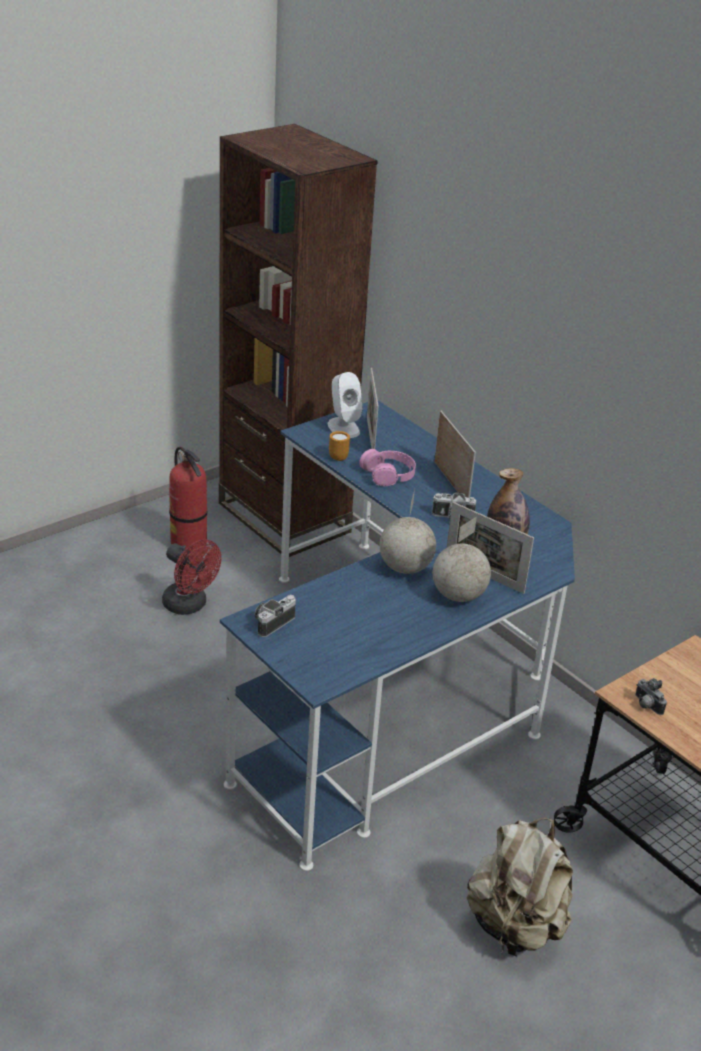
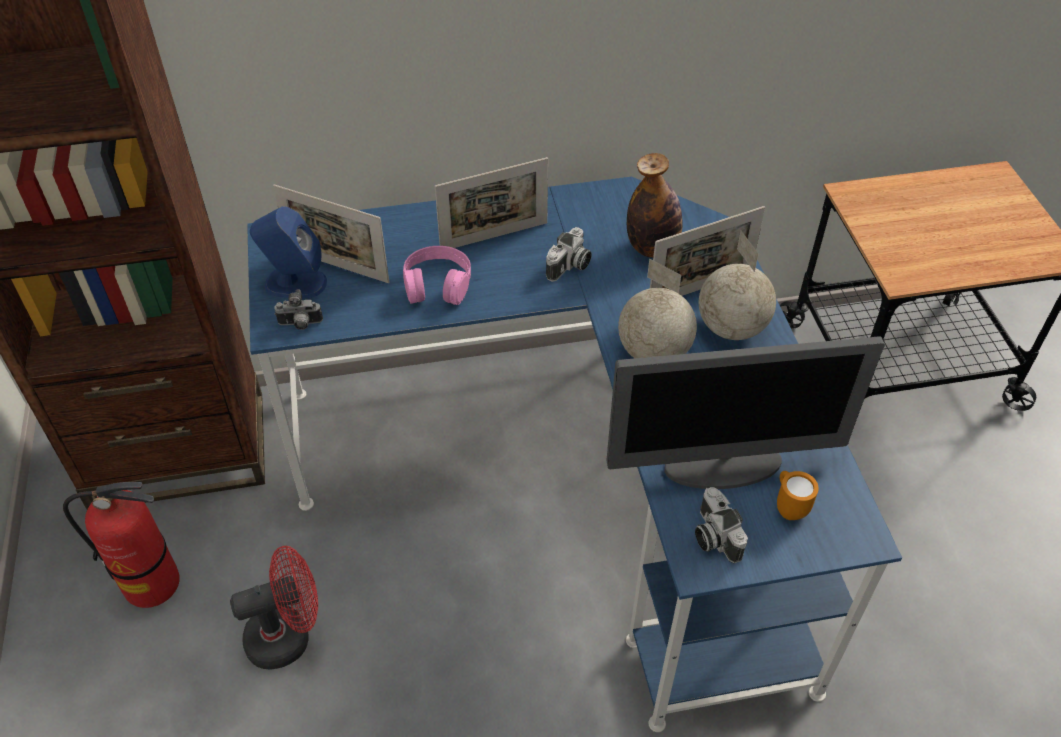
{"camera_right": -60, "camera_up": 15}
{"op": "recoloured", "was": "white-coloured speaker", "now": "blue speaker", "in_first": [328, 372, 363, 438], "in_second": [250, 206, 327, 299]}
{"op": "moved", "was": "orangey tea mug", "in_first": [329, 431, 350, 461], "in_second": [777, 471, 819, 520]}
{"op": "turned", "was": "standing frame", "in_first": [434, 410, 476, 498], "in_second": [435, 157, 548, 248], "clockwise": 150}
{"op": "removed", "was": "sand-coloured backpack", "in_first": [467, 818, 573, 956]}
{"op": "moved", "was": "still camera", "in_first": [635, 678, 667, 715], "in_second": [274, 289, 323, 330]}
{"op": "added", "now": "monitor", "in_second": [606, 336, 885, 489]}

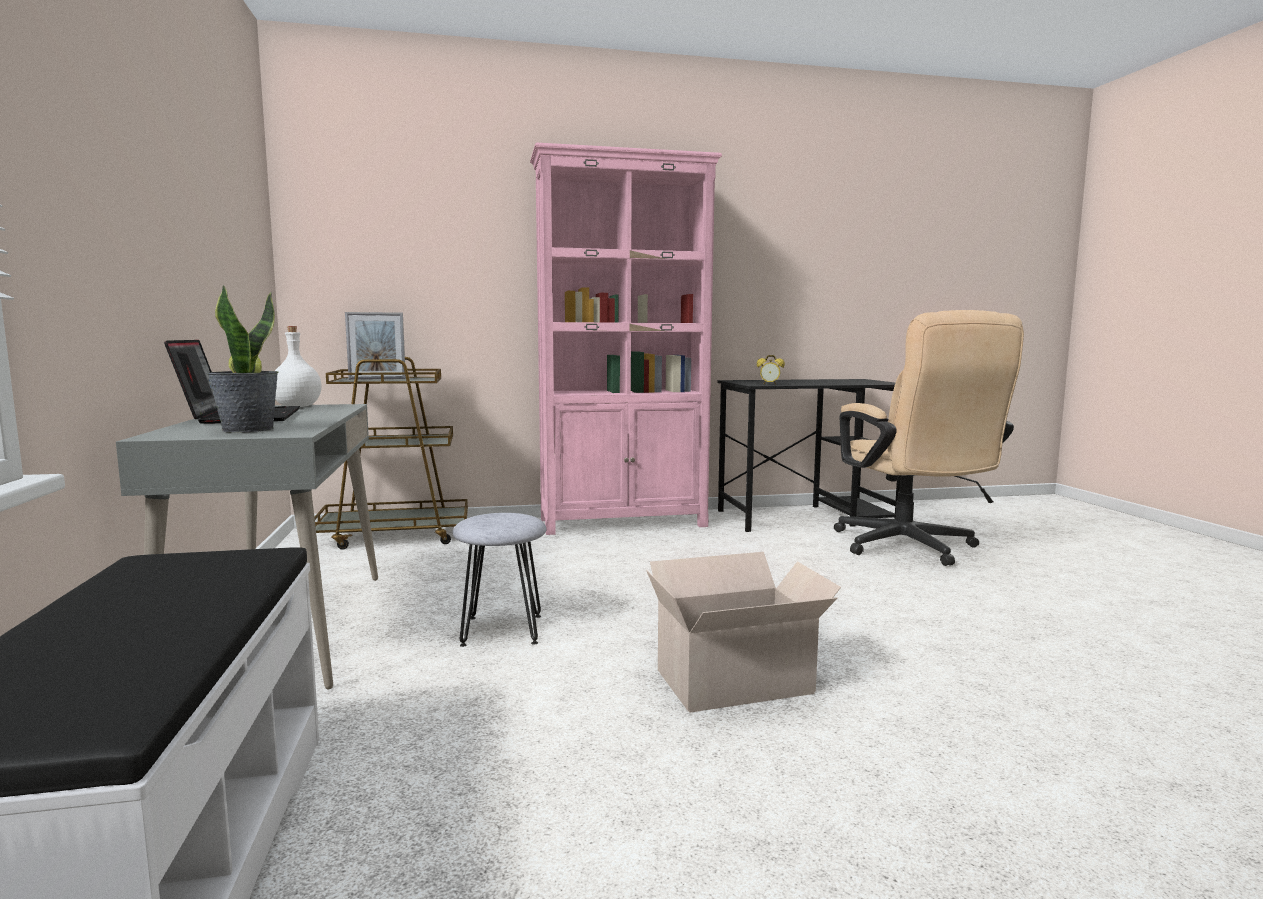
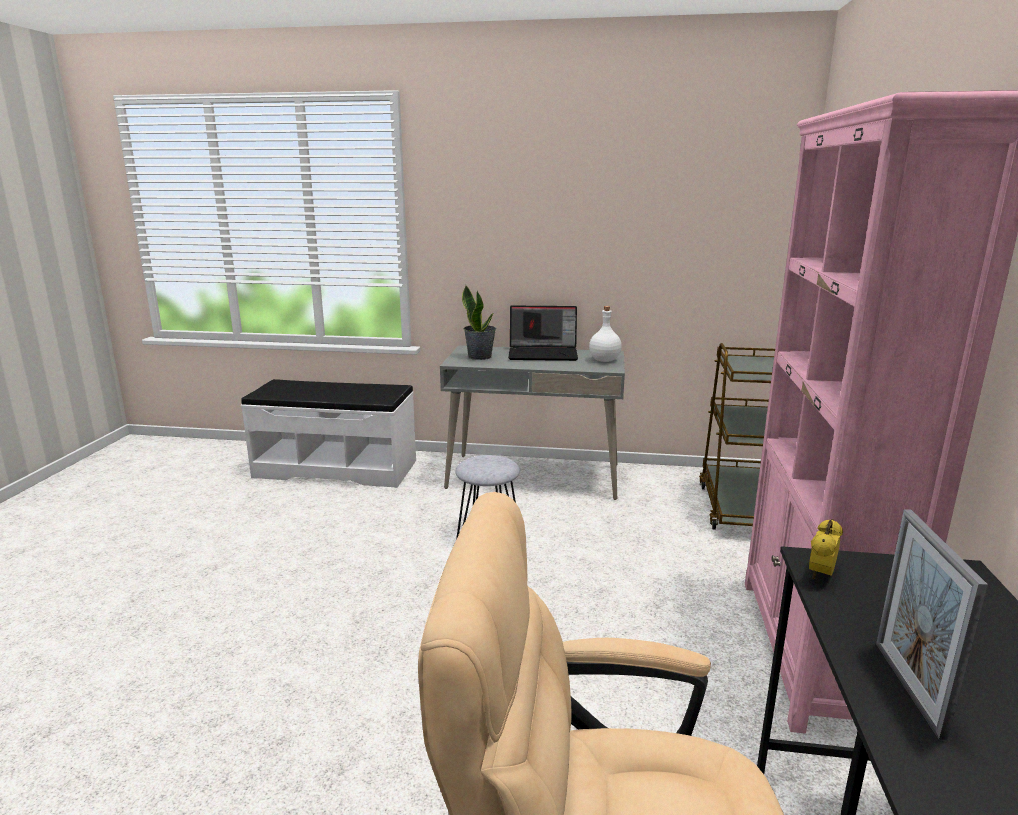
{"camera_right": 110, "camera_up": 10}
{"op": "moved", "was": "standing frame", "in_first": [345, 312, 406, 380], "in_second": [876, 509, 988, 740]}
{"op": "removed", "was": "packing box", "in_first": [646, 552, 841, 713]}

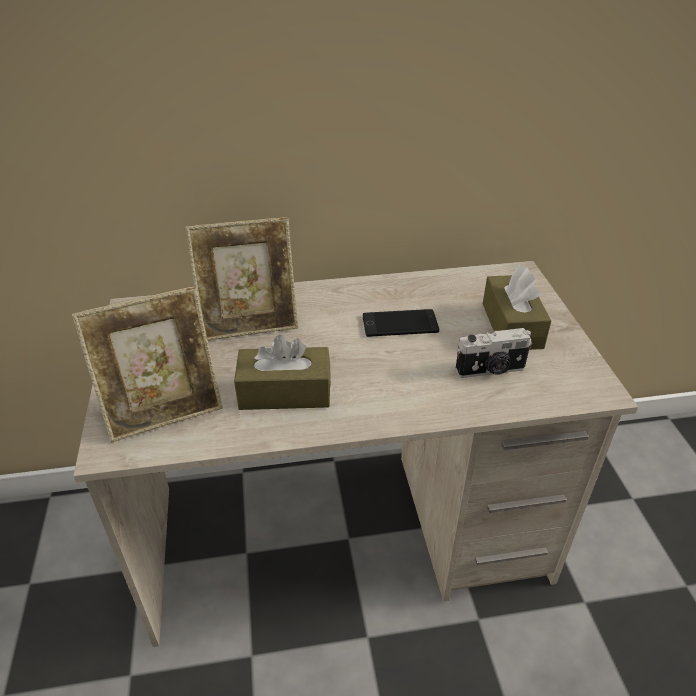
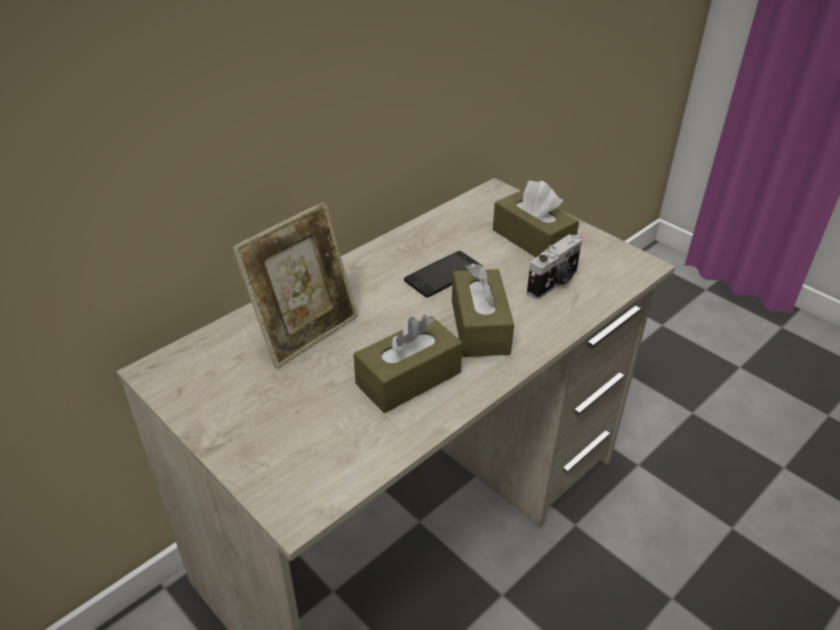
{"camera_right": -35, "camera_up": 0}
{"op": "removed", "was": "standing frame", "in_first": [72, 286, 223, 443]}
{"op": "added", "now": "brown-coloured box of tissues", "in_second": [452, 263, 514, 357]}

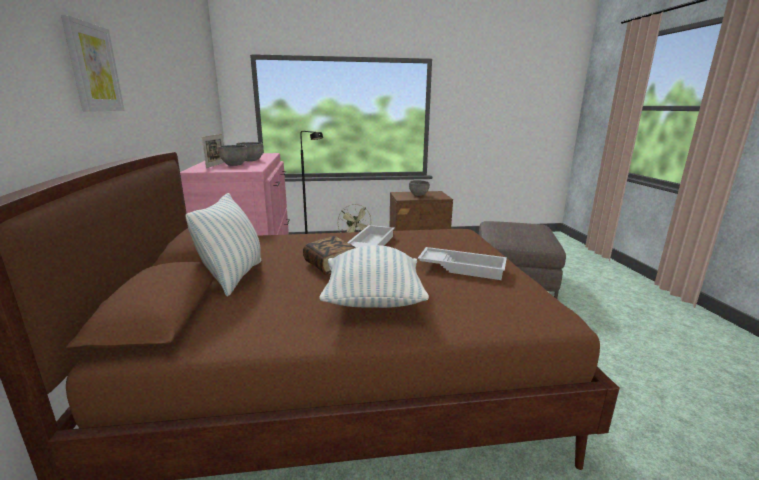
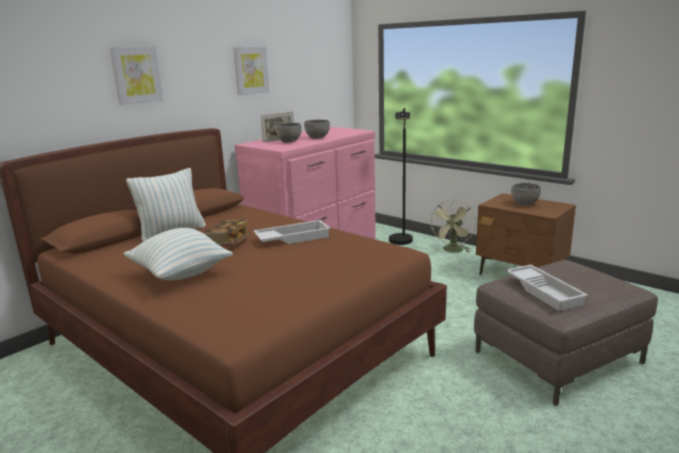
{"camera_right": 50, "camera_up": 0}
{"op": "moved", "was": "white-coloured serving tray", "in_first": [418, 247, 507, 280], "in_second": [505, 265, 588, 311]}
{"op": "added", "now": "wall picture", "in_second": [233, 46, 270, 95]}

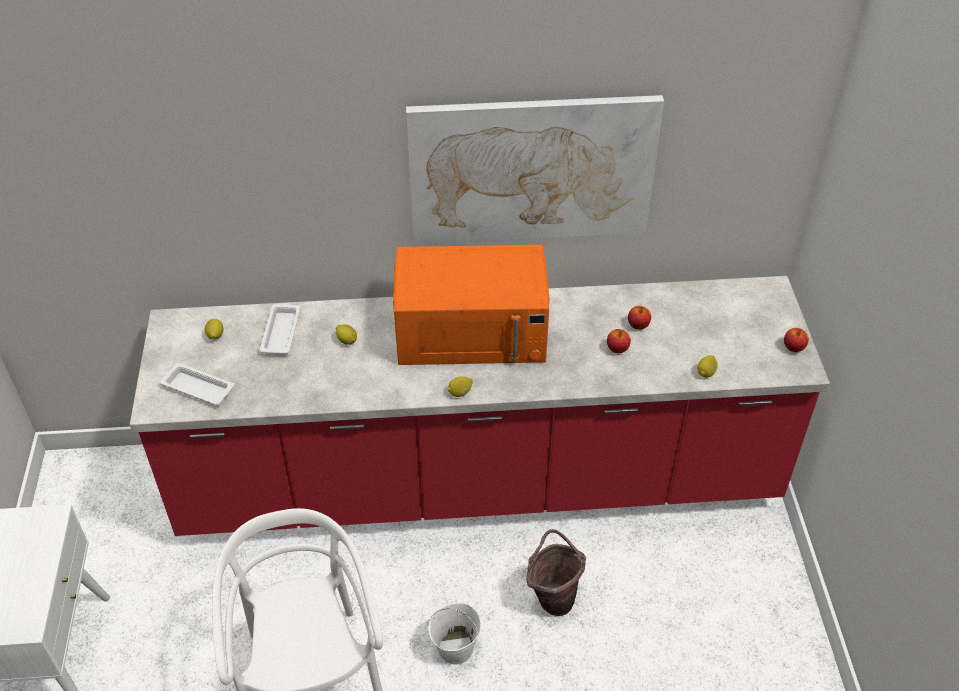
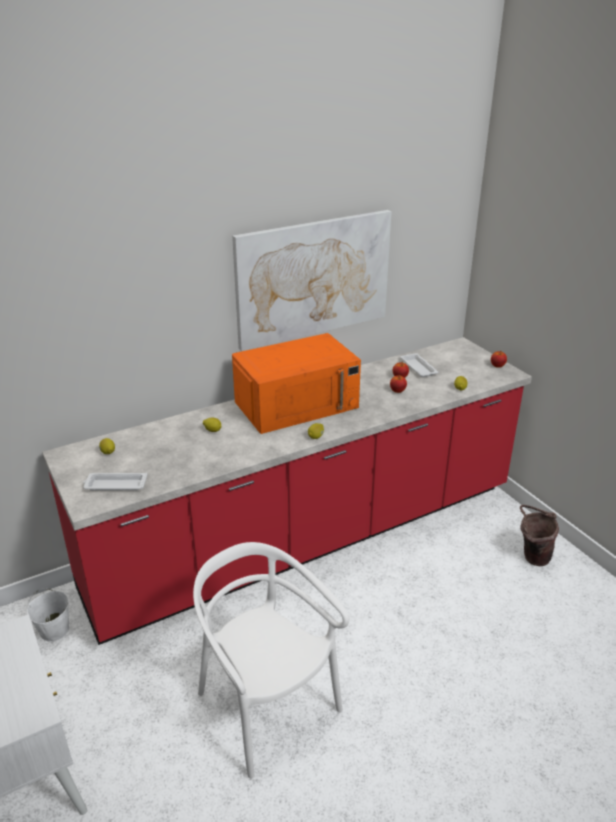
{"camera_right": -25, "camera_up": -15}
{"op": "moved", "was": "white-coloured serving tray", "in_first": [259, 303, 300, 354], "in_second": [400, 353, 439, 377]}
{"op": "moved", "was": "white-coloured bucket", "in_first": [428, 603, 481, 665], "in_second": [27, 588, 69, 642]}
{"op": "moved", "was": "brown-coloured bucket", "in_first": [526, 529, 586, 616], "in_second": [520, 505, 559, 566]}

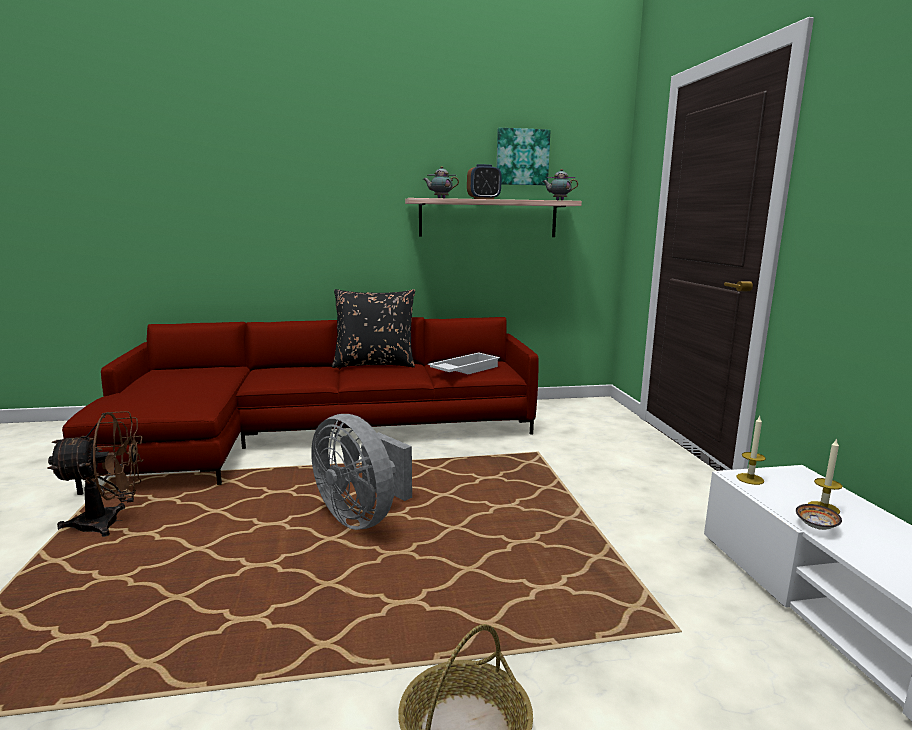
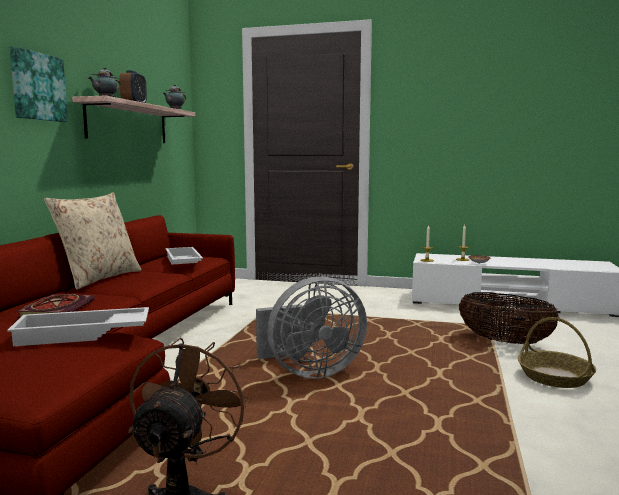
{"camera_right": -65, "camera_up": -5}
{"op": "recoloured", "was": "black-coloured pillow", "now": "sand-coloured pillow", "in_first": [332, 289, 415, 368], "in_second": [44, 192, 142, 290]}
{"op": "moved", "was": "wall picture", "in_first": [497, 128, 551, 185], "in_second": [10, 47, 68, 122]}
{"op": "added", "now": "white-coloured serving tray", "in_second": [7, 307, 149, 346]}
{"op": "added", "now": "bound book", "in_second": [16, 294, 95, 318]}
{"op": "added", "now": "storage basket", "in_second": [459, 292, 560, 344]}

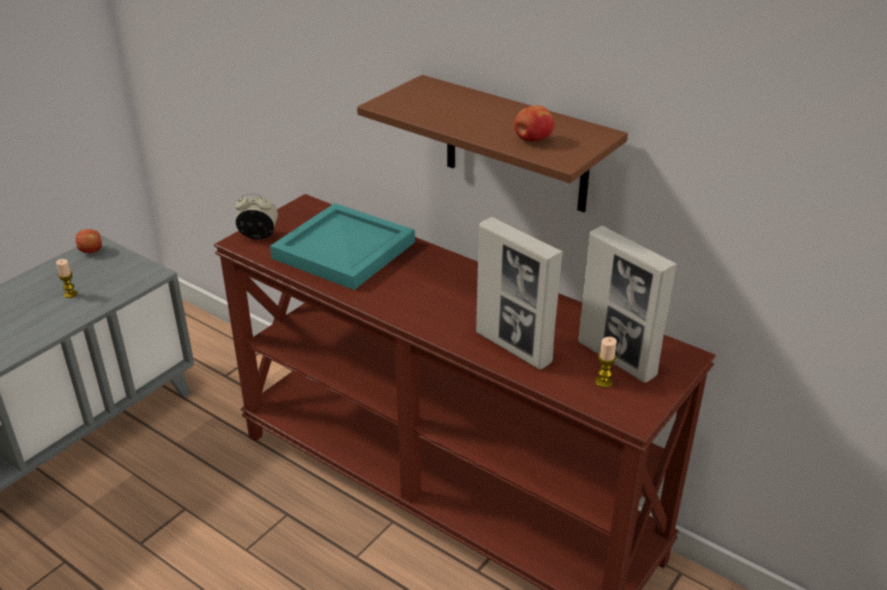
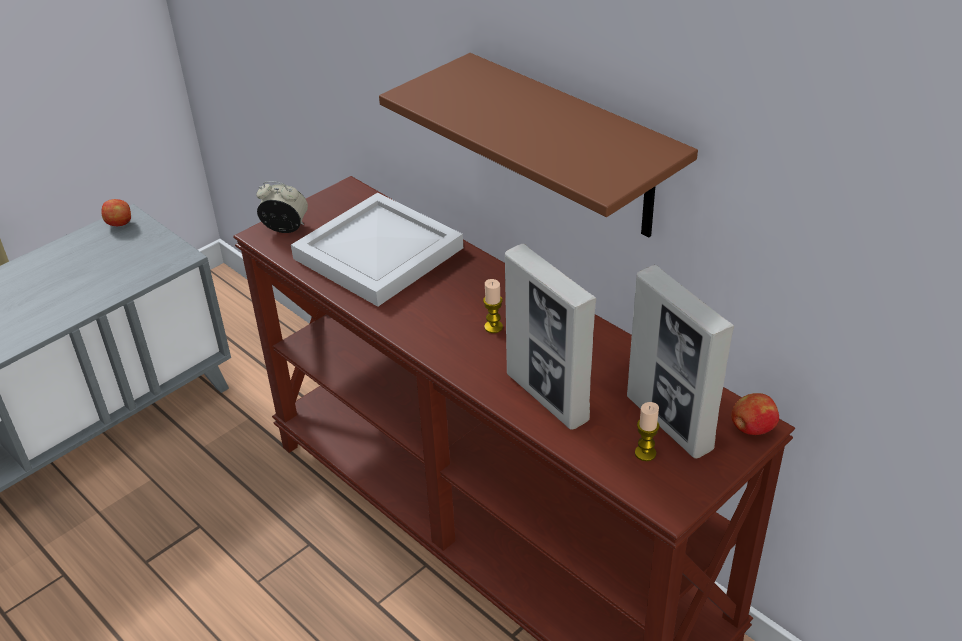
{"camera_right": 10, "camera_up": 5}
{"op": "moved", "was": "wax light", "in_first": [56, 259, 78, 298], "in_second": [483, 279, 503, 333]}
{"op": "recoloured", "was": "blue-green serving tray", "now": "white-coloured serving tray", "in_first": [270, 203, 415, 290], "in_second": [291, 193, 463, 307]}
{"op": "moved", "was": "apple", "in_first": [514, 105, 554, 141], "in_second": [731, 393, 779, 435]}

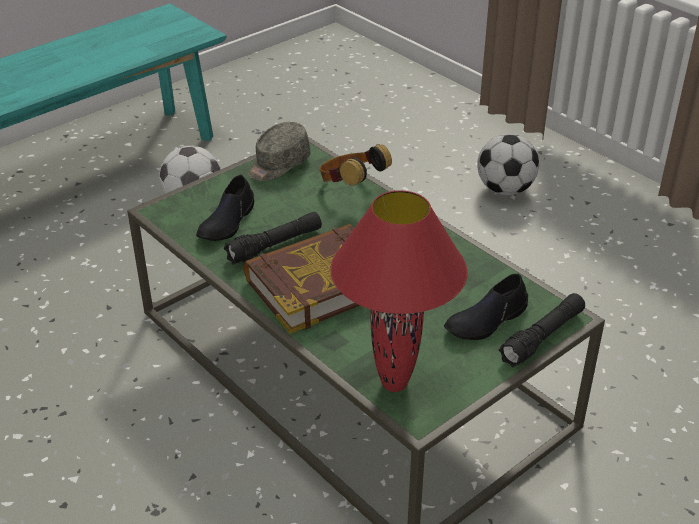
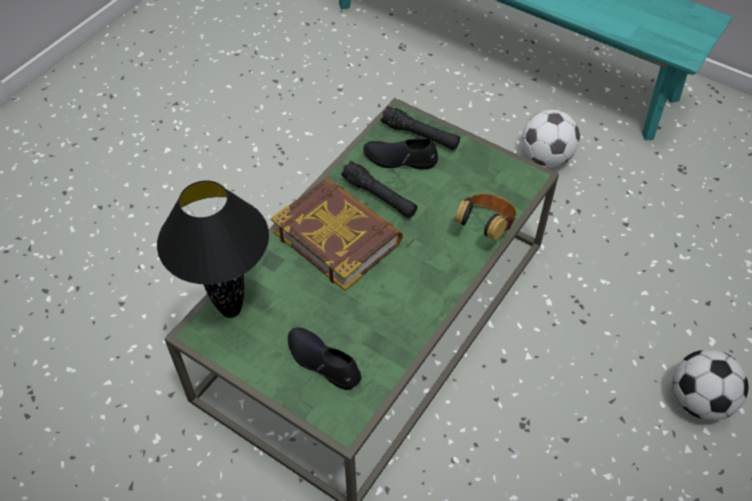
{"camera_right": 75, "camera_up": 15}
{"op": "removed", "was": "greyish peaked cap", "in_first": [248, 122, 310, 181]}
{"op": "recoloured", "was": "reddish tabletop lamp", "now": "black-coloured tabletop lamp", "in_first": [330, 190, 467, 392], "in_second": [157, 180, 269, 318]}
{"op": "moved", "was": "black-coloured flashlight", "in_first": [498, 293, 585, 367], "in_second": [380, 106, 460, 150]}

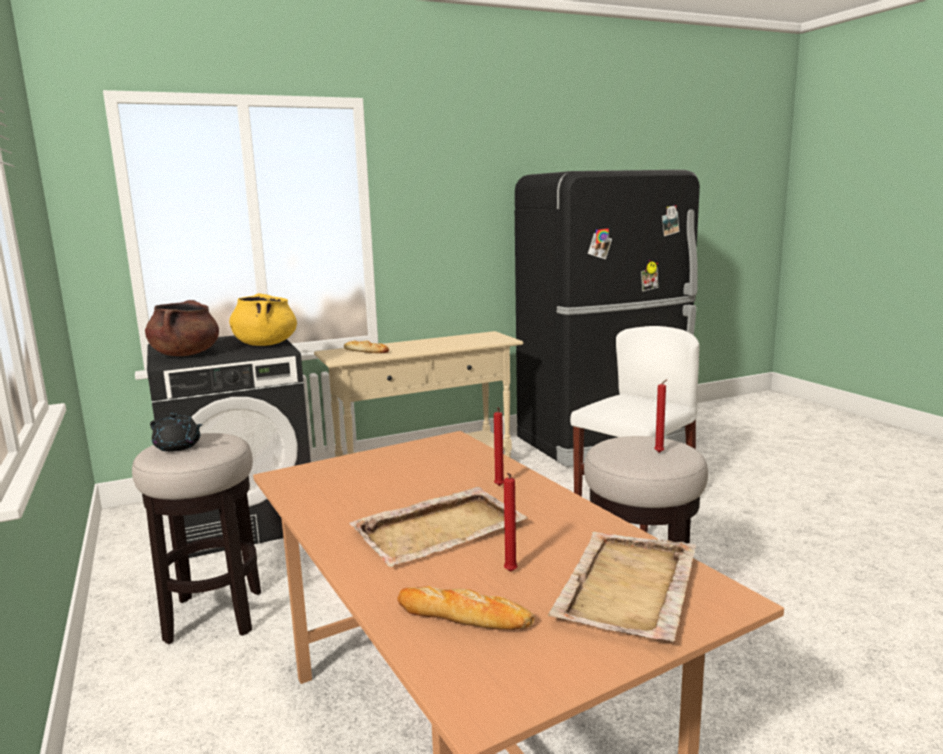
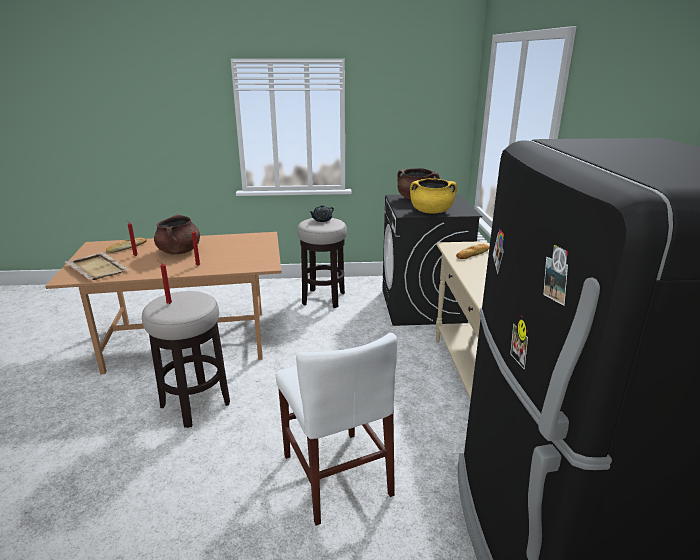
{"camera_right": 110, "camera_up": 10}
{"op": "replaced", "was": "sand-coloured serving tray", "now": "brown-coloured cooking pot", "in_first": [349, 487, 528, 567], "in_second": [154, 215, 200, 255]}

